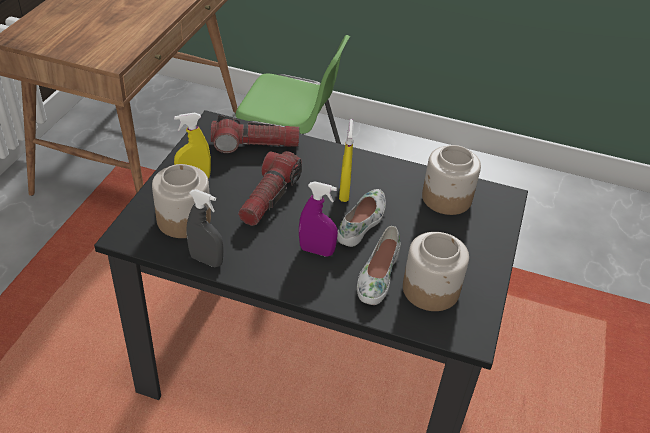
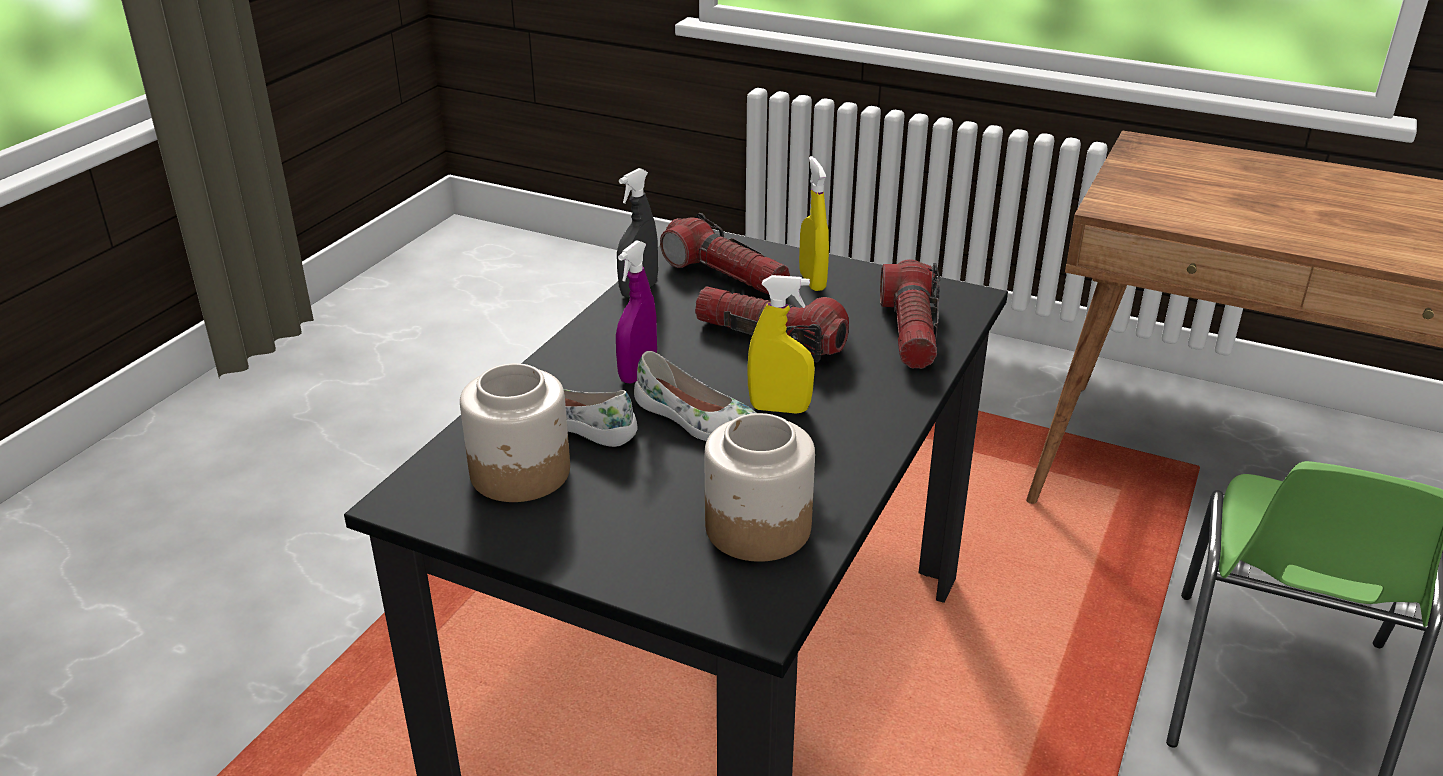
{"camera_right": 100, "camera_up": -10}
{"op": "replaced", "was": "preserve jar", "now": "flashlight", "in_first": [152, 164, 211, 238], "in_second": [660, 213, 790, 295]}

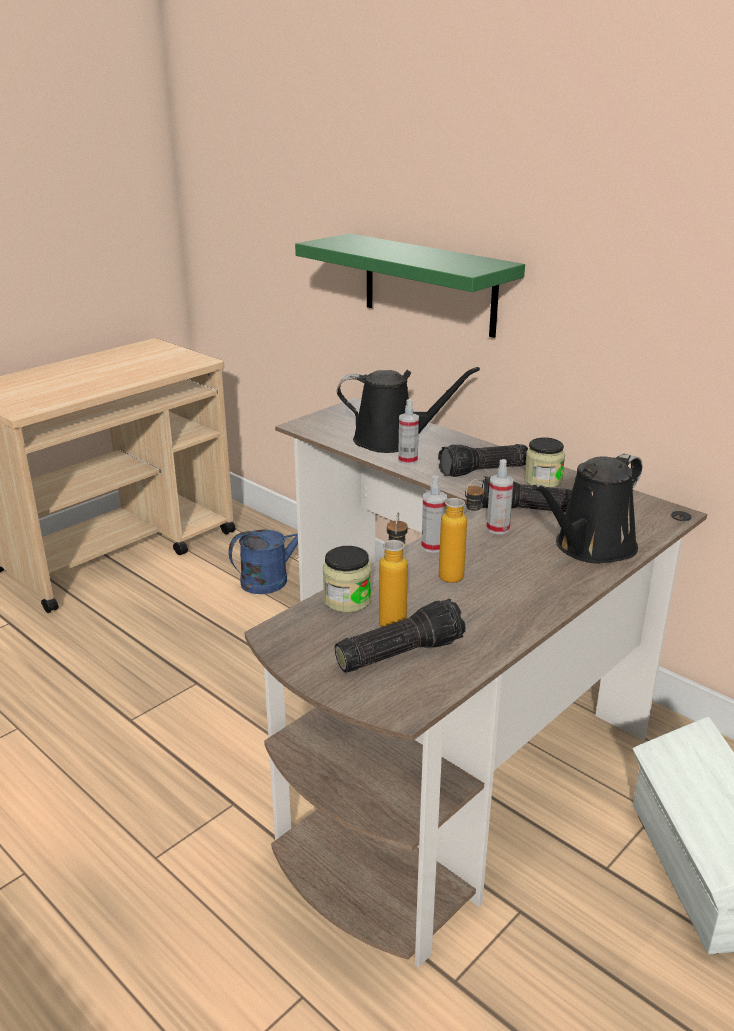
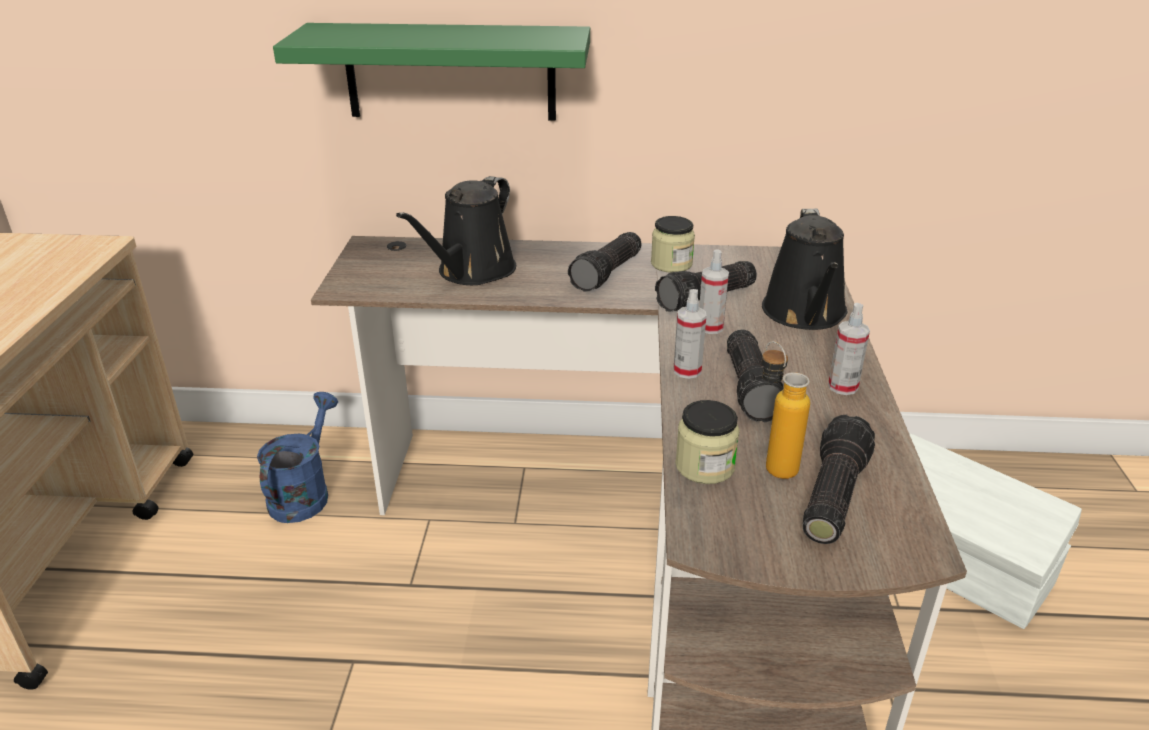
{"camera_right": -40, "camera_up": 5}
{"op": "turned", "was": "black-coloured sprinkling can", "in_first": [337, 367, 480, 453], "in_second": [396, 176, 516, 285], "clockwise": 150}
{"op": "moved", "was": "sprayer", "in_first": [398, 399, 419, 465], "in_second": [828, 303, 870, 395]}
{"op": "replaced", "was": "bottle", "now": "flashlight", "in_first": [439, 479, 484, 583], "in_second": [727, 329, 784, 422]}

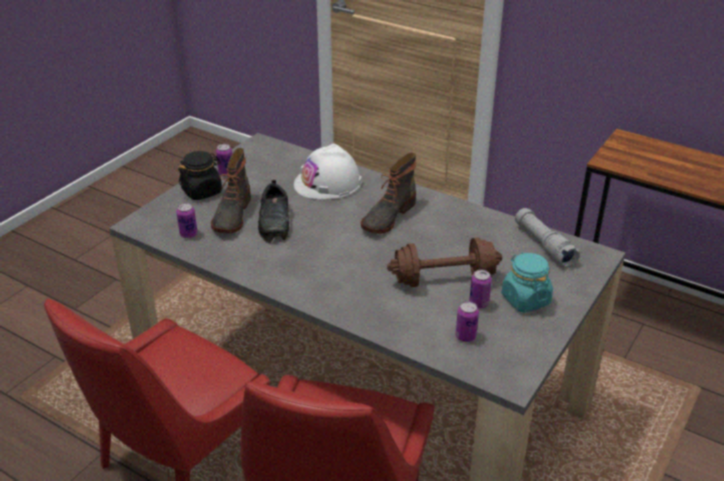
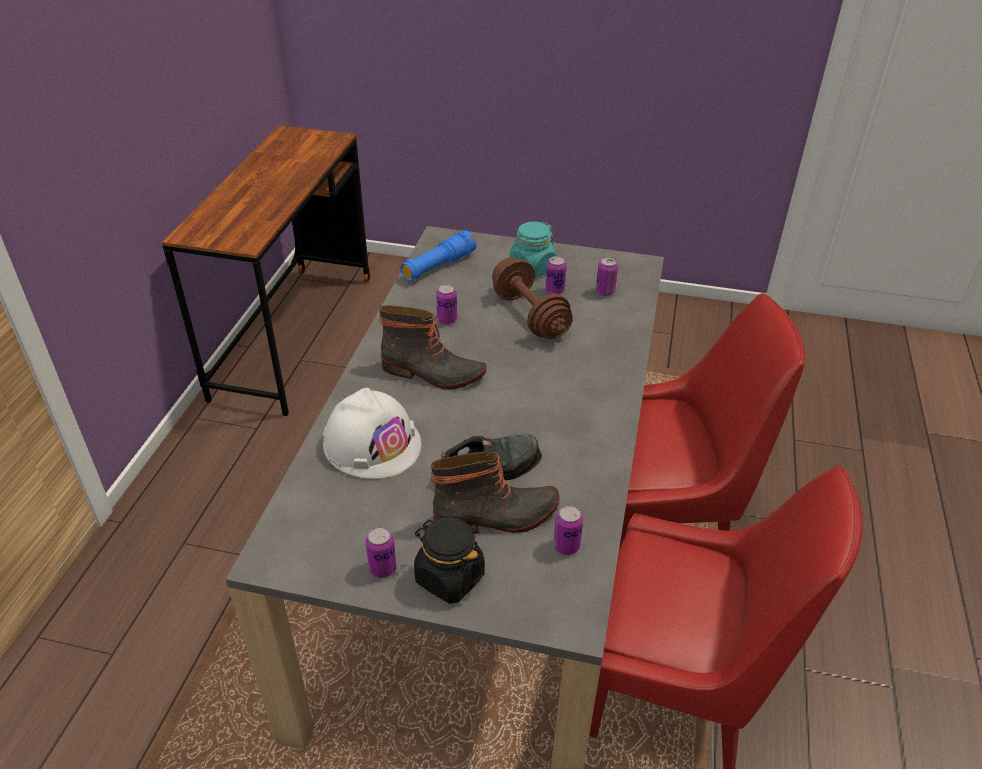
{"camera_right": -110, "camera_up": 5}
{"op": "recoloured", "was": "greyish flashlight", "now": "blue flashlight", "in_first": [515, 208, 580, 268], "in_second": [400, 230, 476, 281]}
{"op": "added", "now": "can", "in_second": [436, 284, 457, 325]}

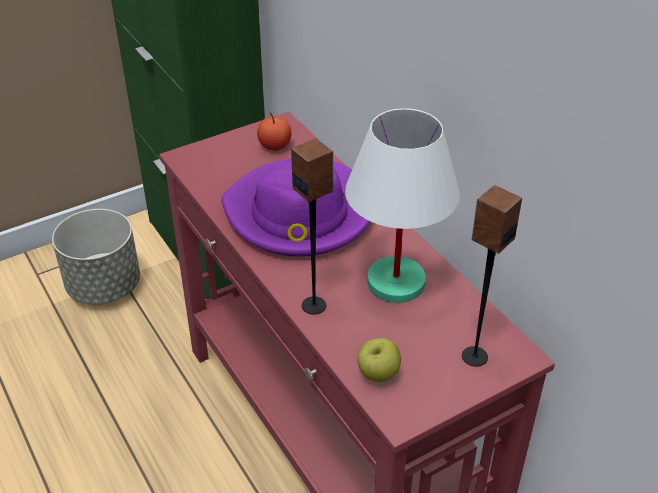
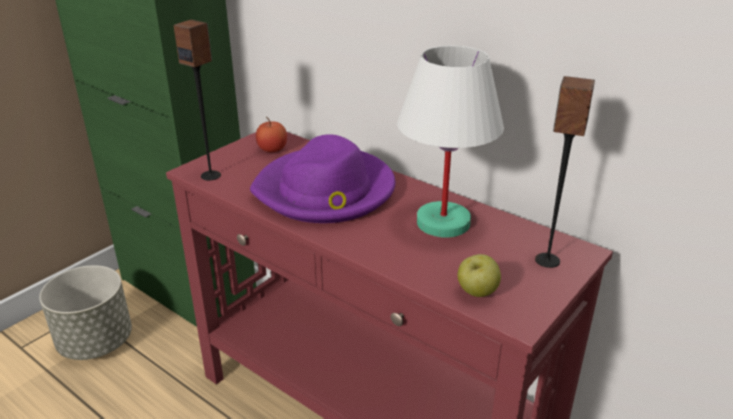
{"camera_right": -20, "camera_up": -10}
{"op": "moved", "was": "speaker", "in_first": [291, 138, 333, 315], "in_second": [173, 20, 221, 181]}

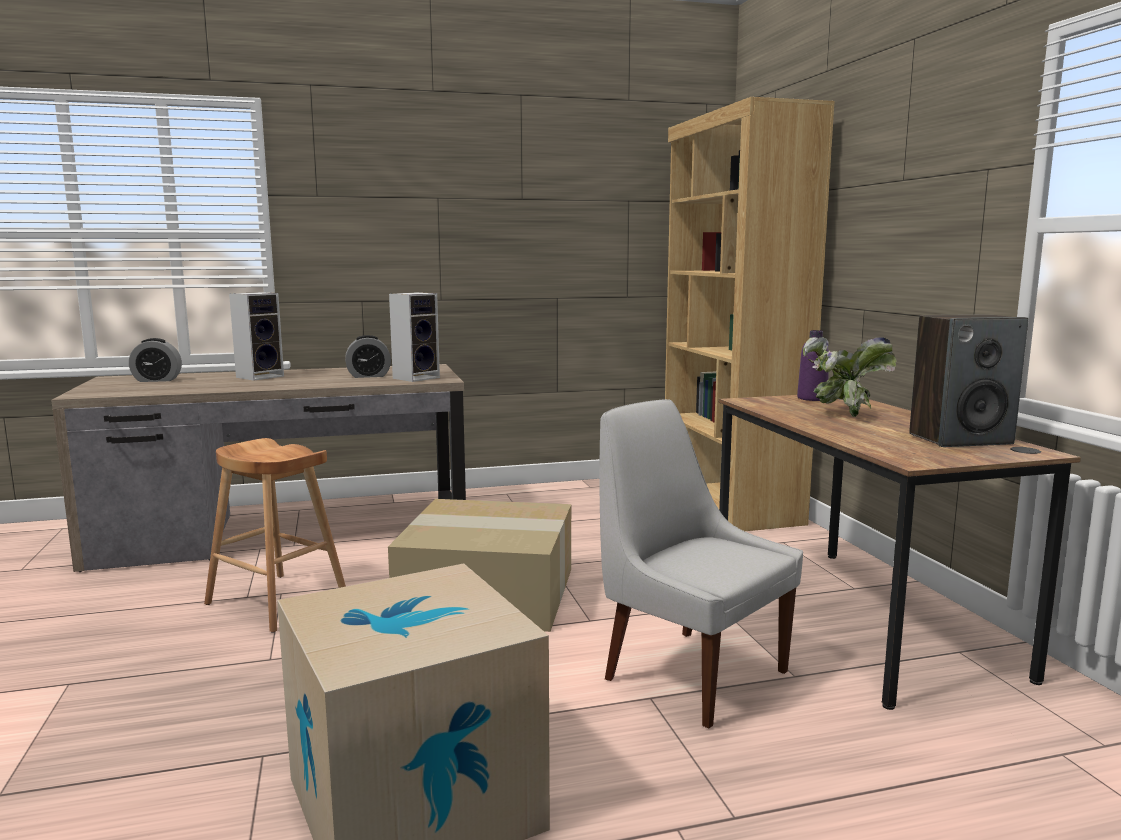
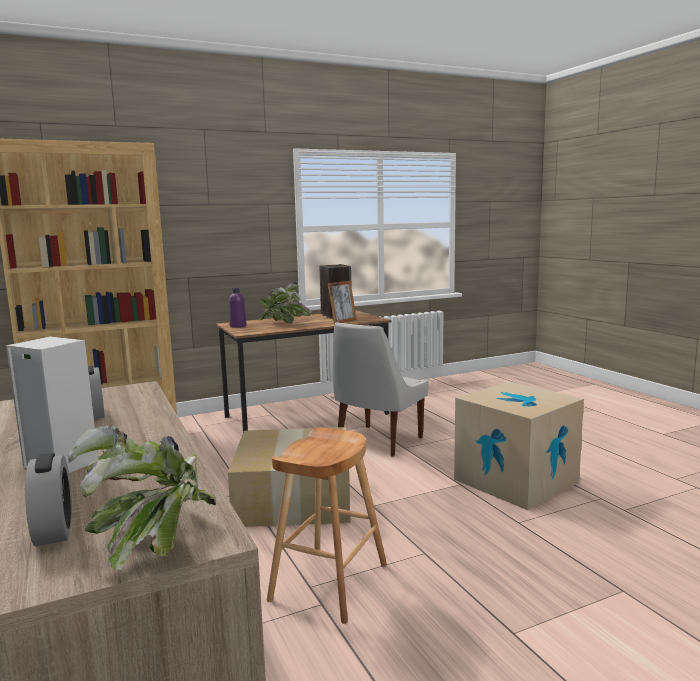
{"camera_right": -100, "camera_up": 0}
{"op": "removed", "was": "speaker", "in_first": [389, 292, 440, 382]}
{"op": "added", "now": "plant in a pot", "in_second": [68, 425, 216, 570]}
{"op": "added", "now": "standing frame", "in_second": [328, 281, 357, 324]}

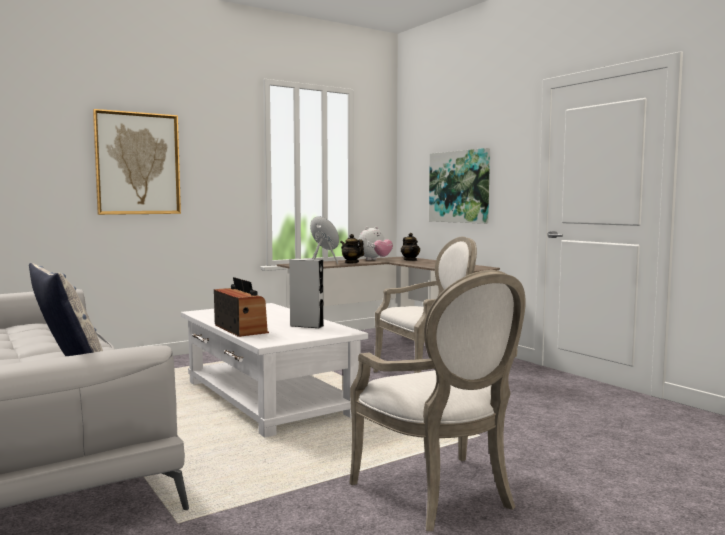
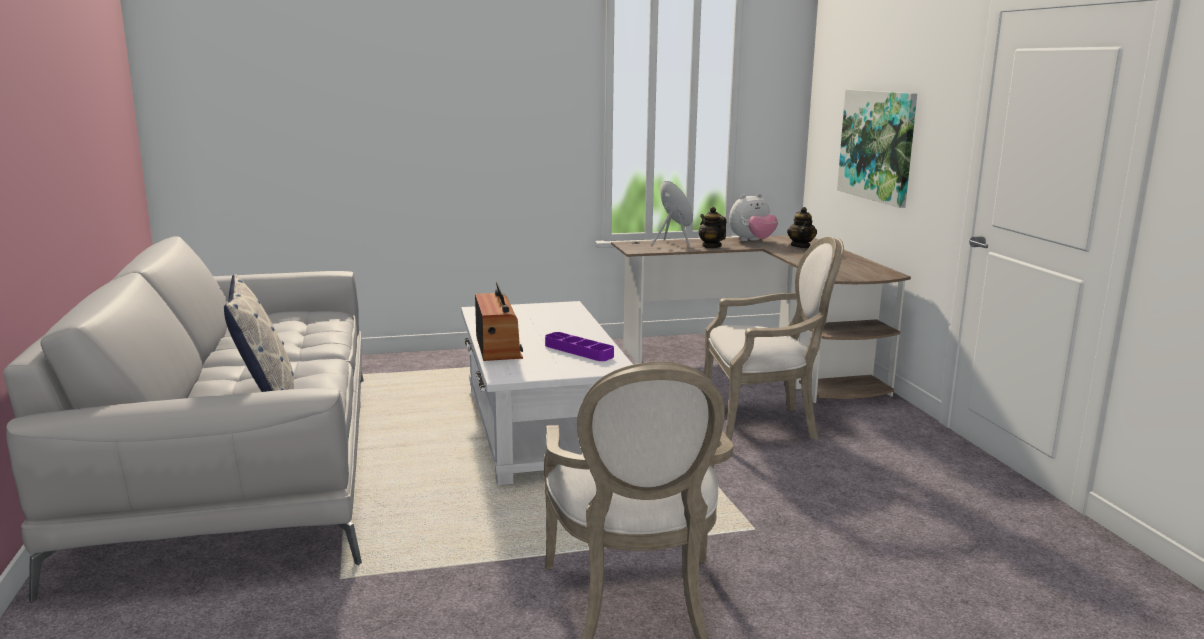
{"camera_right": 20, "camera_up": 10}
{"op": "removed", "was": "wall picture", "in_first": [93, 109, 181, 215]}
{"op": "replaced", "was": "greyish speaker", "now": "purplish serving tray", "in_first": [289, 259, 324, 328], "in_second": [545, 332, 614, 361]}

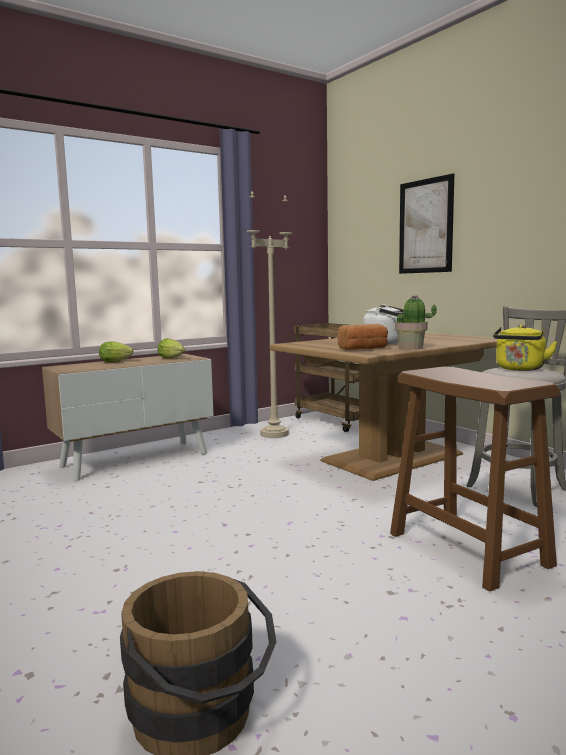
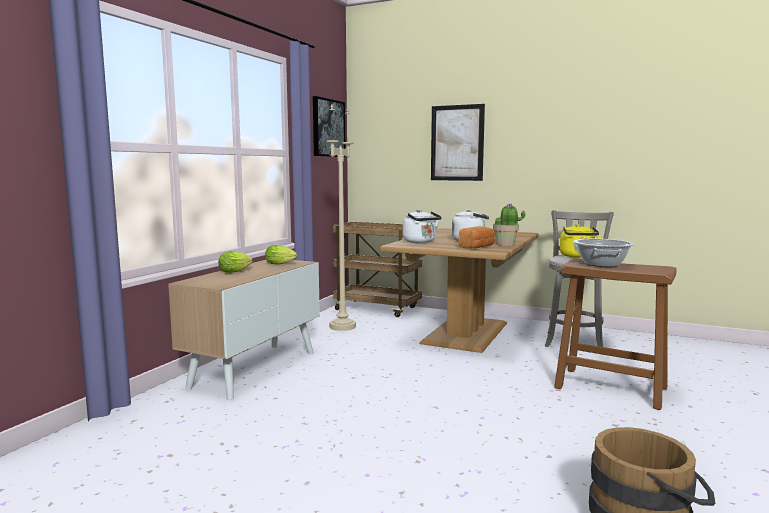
{"camera_right": -30, "camera_up": 0}
{"op": "added", "now": "wall picture", "in_second": [313, 96, 346, 157]}
{"op": "added", "now": "white-coloured kettle", "in_second": [403, 210, 442, 243]}
{"op": "added", "now": "cooking pot", "in_second": [573, 239, 635, 267]}

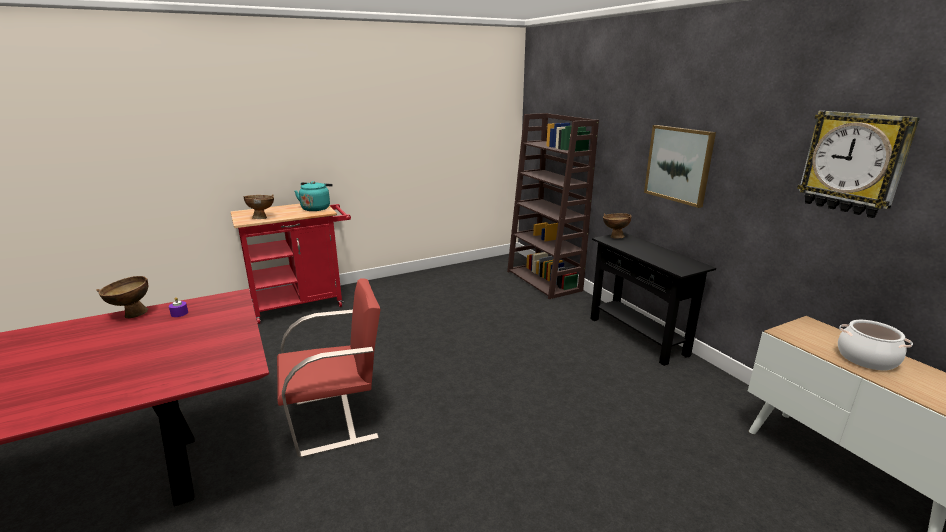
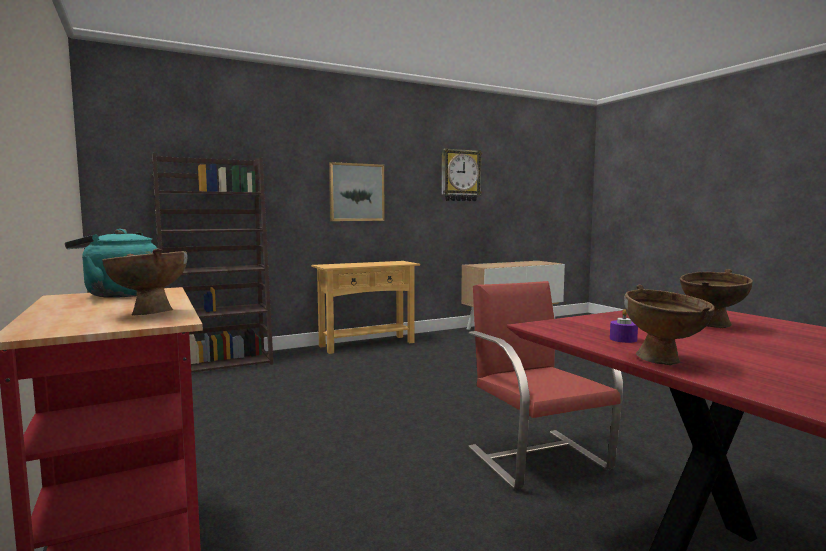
{"camera_right": -90, "camera_up": -15}
{"op": "recoloured", "was": "black-coloured console table", "now": "sand-coloured console table", "in_first": [591, 232, 716, 366], "in_second": [311, 261, 420, 354]}
{"op": "moved", "was": "brown-coloured deep dish", "in_first": [603, 213, 632, 239], "in_second": [680, 269, 753, 328]}
{"op": "removed", "was": "cooking pot", "in_first": [838, 320, 913, 371]}

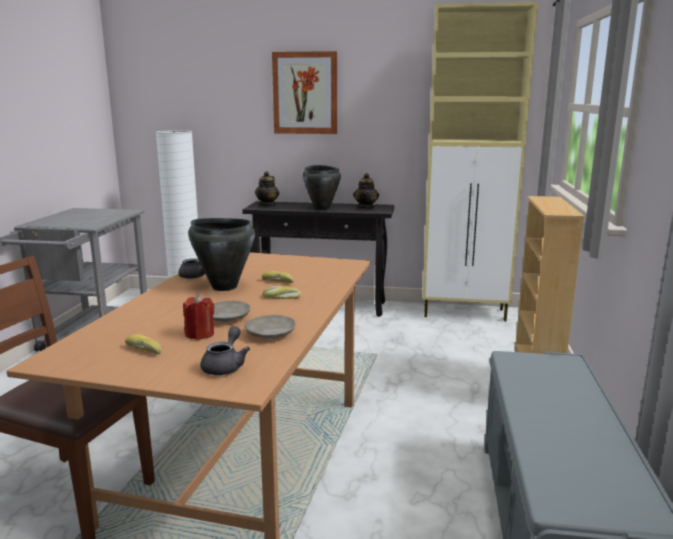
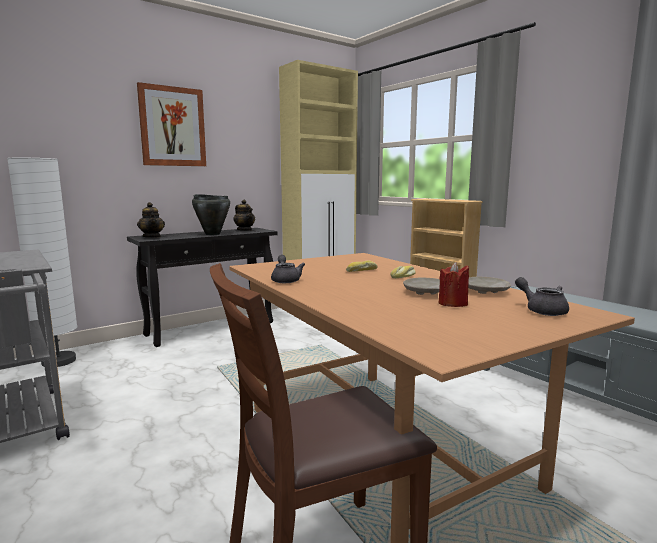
{"camera_right": -45, "camera_up": -5}
{"op": "removed", "was": "baked bread", "in_first": [125, 334, 161, 354]}
{"op": "removed", "was": "black-coloured cooking pot", "in_first": [188, 218, 255, 291]}

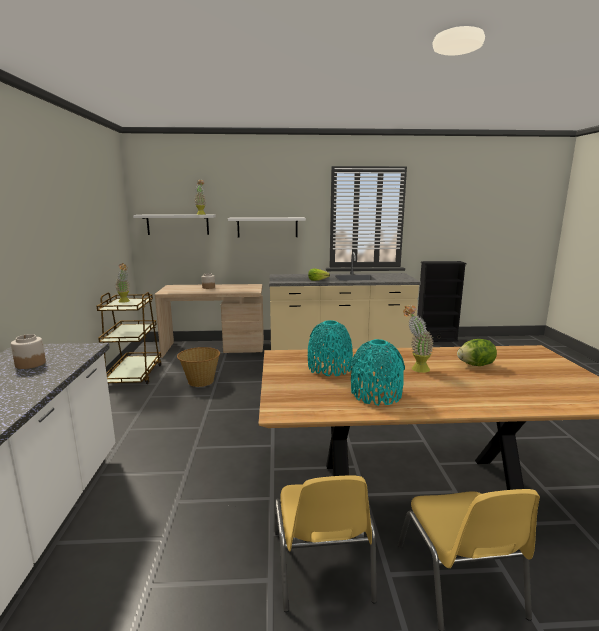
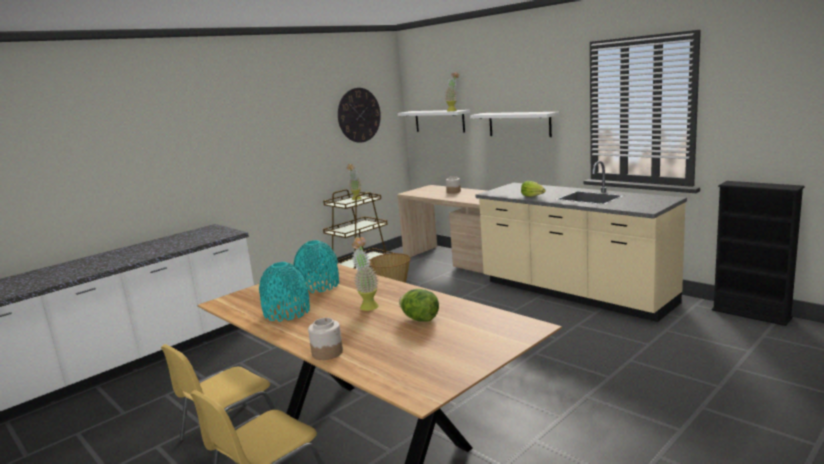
{"camera_right": 50, "camera_up": 0}
{"op": "moved", "was": "preserve jar", "in_first": [11, 334, 46, 369], "in_second": [308, 318, 343, 360]}
{"op": "added", "now": "wall clock", "in_second": [338, 88, 381, 143]}

